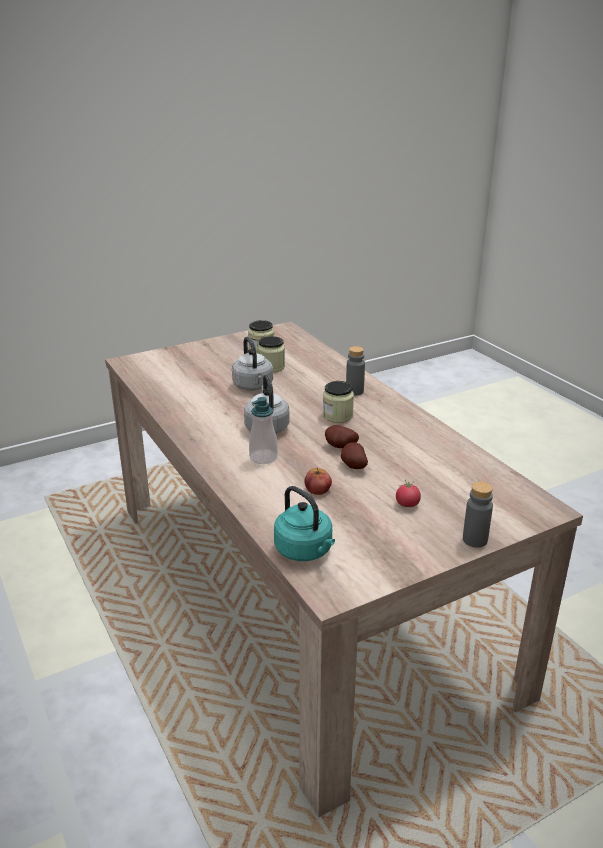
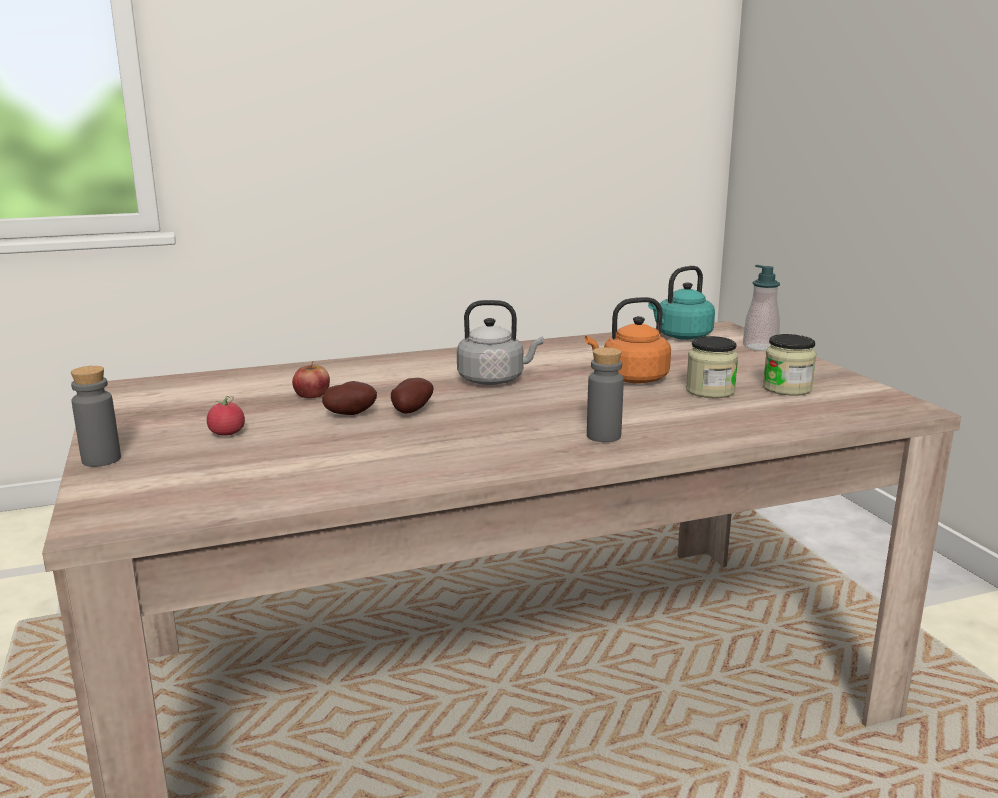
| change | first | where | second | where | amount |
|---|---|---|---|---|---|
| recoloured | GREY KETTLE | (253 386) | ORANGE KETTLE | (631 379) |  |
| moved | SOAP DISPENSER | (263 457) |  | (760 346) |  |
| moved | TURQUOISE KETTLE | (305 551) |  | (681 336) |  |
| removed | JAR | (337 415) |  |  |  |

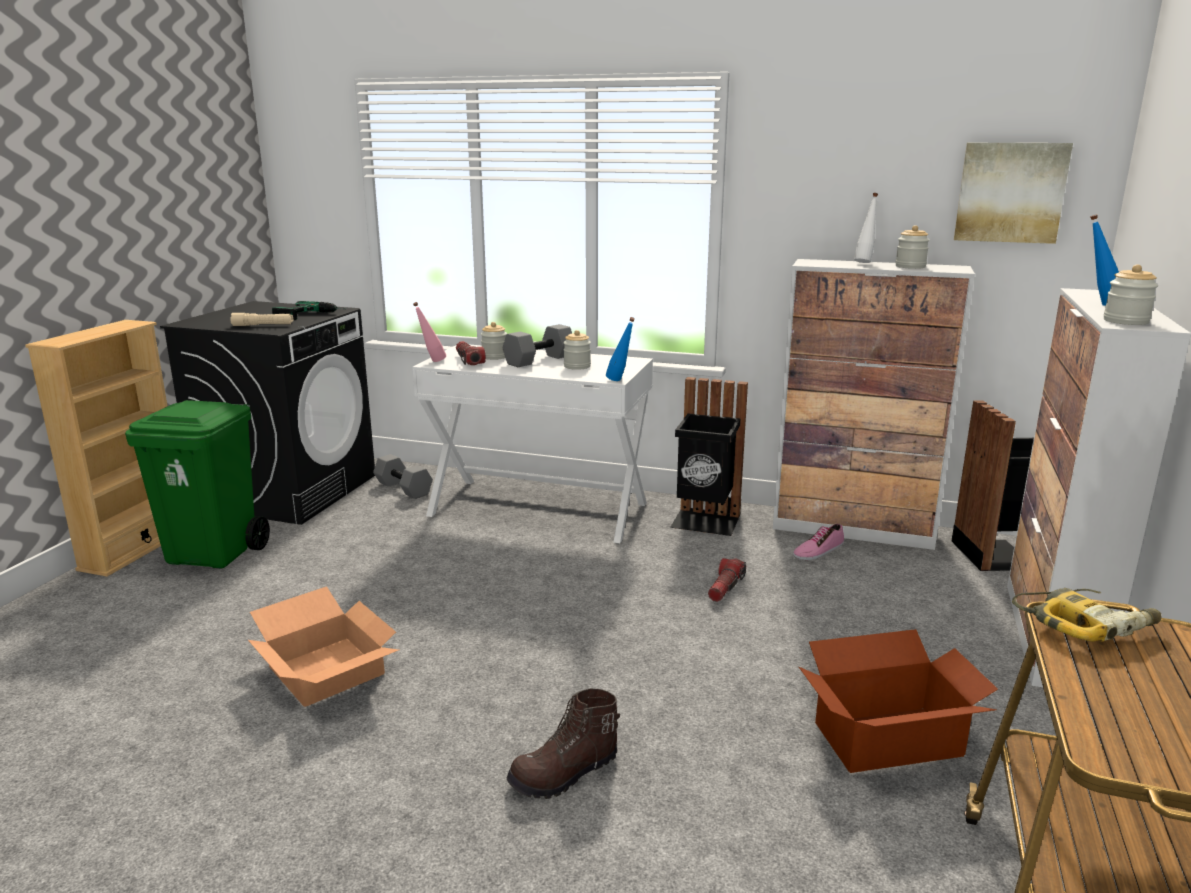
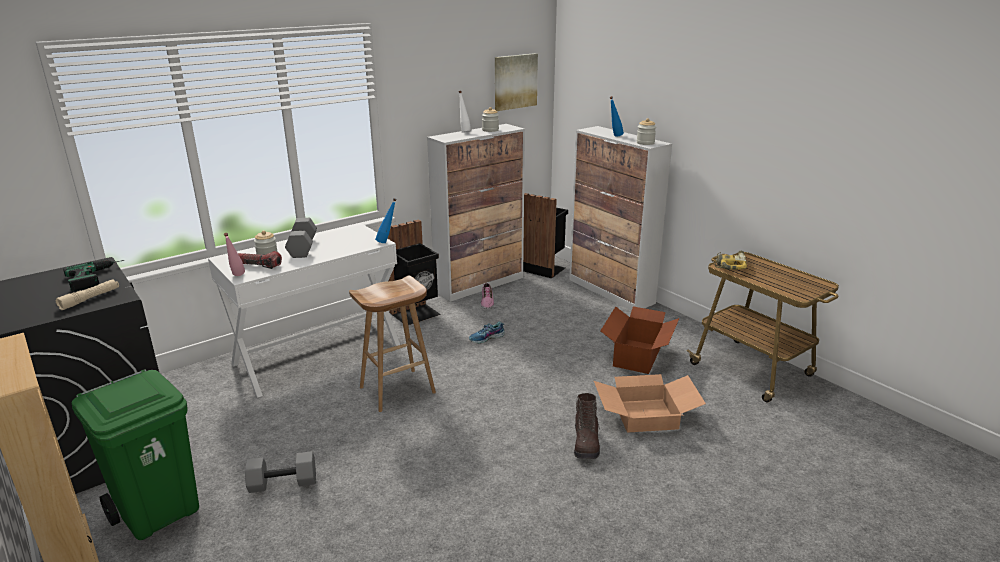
| change | first | where | second | where | amount |
|---|---|---|---|---|---|
| moved | CARDBOARD BOX | (329 670) |  | (646 414) |  |
| moved | GREY DUMBBELL | (404 488) |  | (284 482) |  |
| removed | JAR | (577 366) |  |  |  |
| replaced | FLASHLIGHT | (725 587) | SHOE | (487 338) |  |
| added |  |  | BROWN STOOL | (397 390) |  |

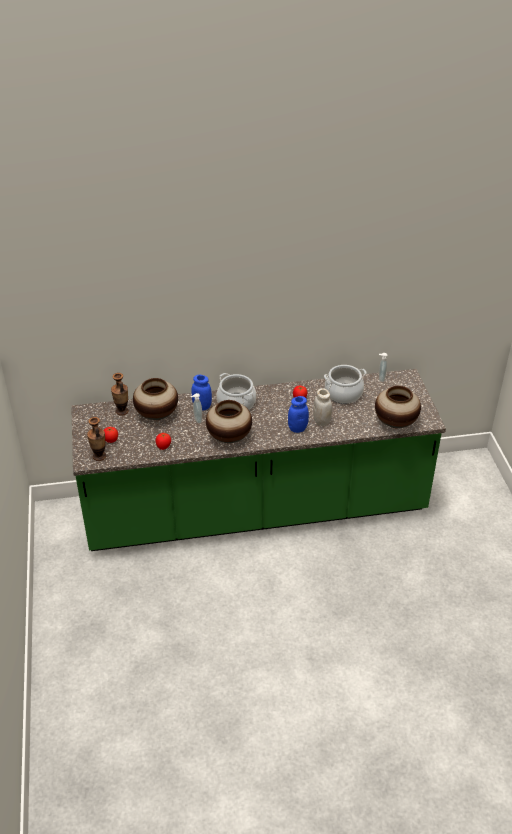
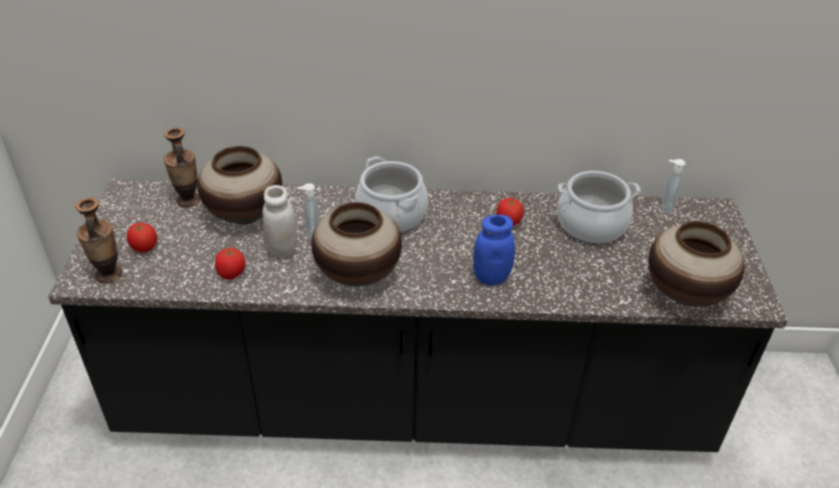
| change | first | where | second | where | amount |
|---|---|---|---|---|---|
| recoloured | GREEN COUNTER | (256 510) | BLACK COUNTER | (415 402) |  |
| removed | BLUE JAR | (202 406) |  |  |  |
| moved | WHITE JAR | (321 421) |  | (282 249) |  |

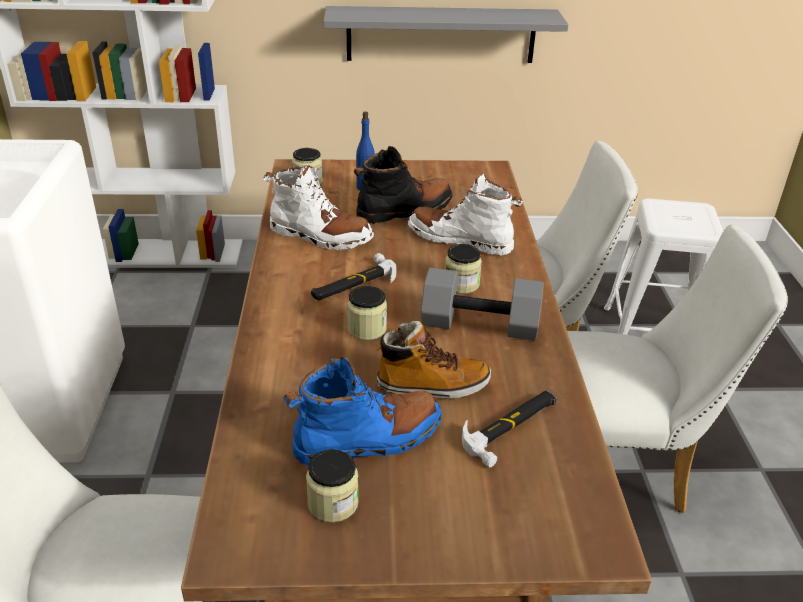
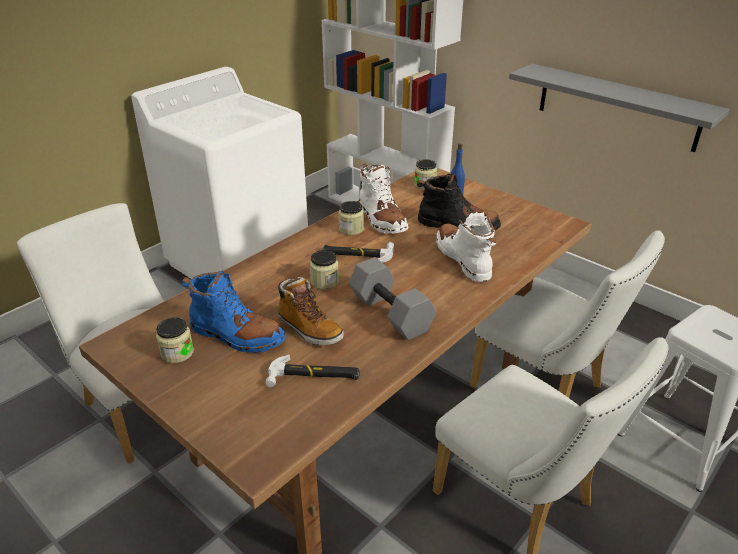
| change | first | where | second | where | amount |
|---|---|---|---|---|---|
| moved | JAR | (461 284) |  | (351 229) |  |

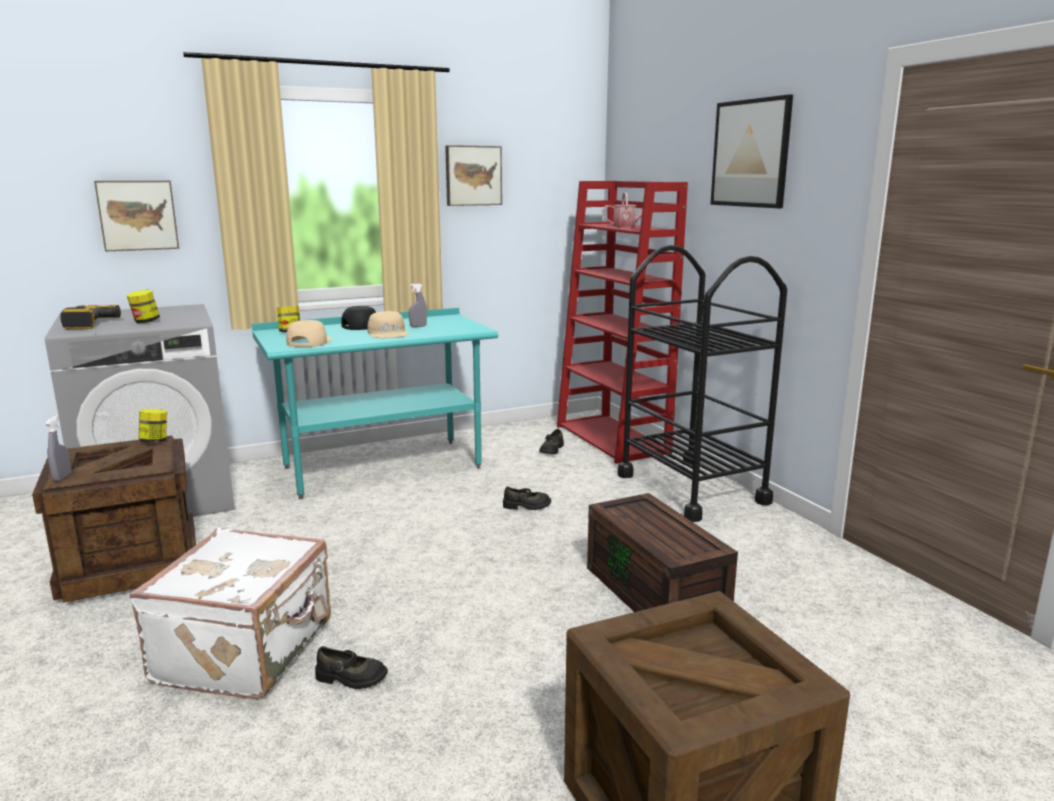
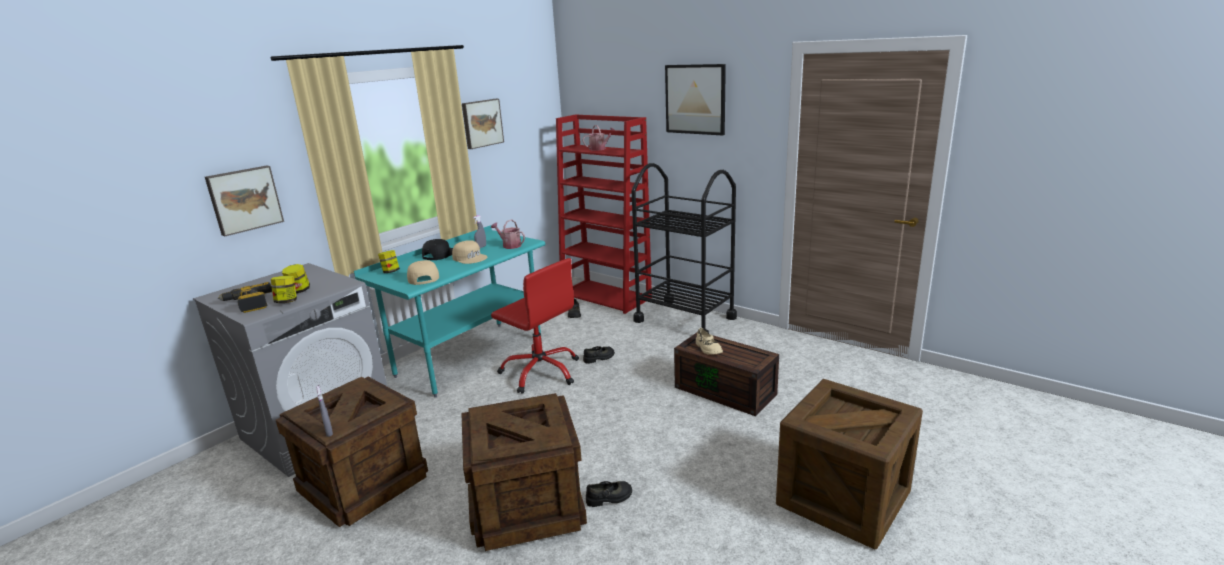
| change | first | where | second | where | amount |
|---|---|---|---|---|---|
| replaced | WHITE SUITCASE | (248 651) | CRATE | (526 506) |  |
| moved | JAR | (155 441) |  | (287 301) |  |
| added |  |  | WATERING CAN | (509 245) |  |
| added |  |  | RED OFFICE CHAIR | (541 372) |  |
| added |  |  | BEIGE SHOE | (707 348) |  |

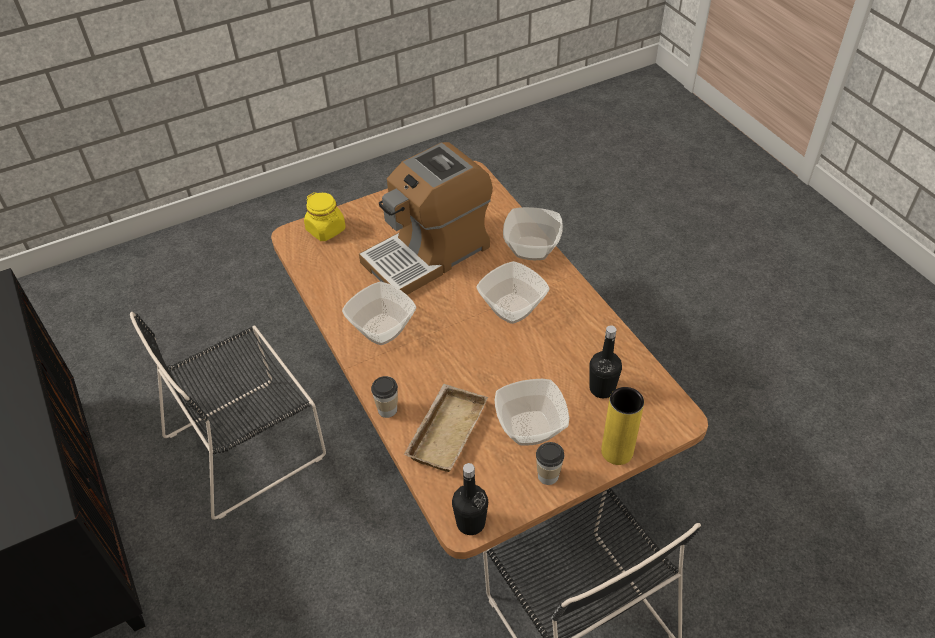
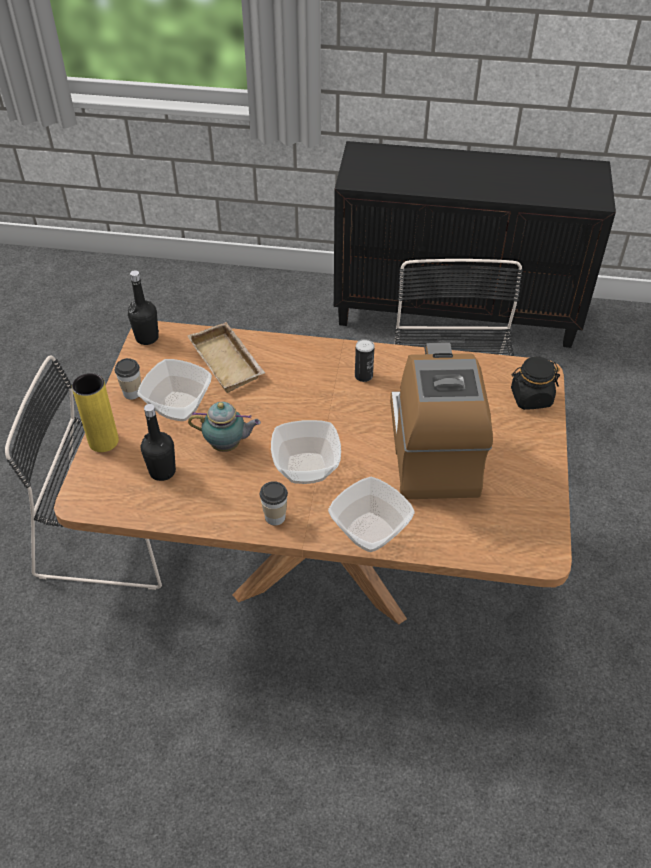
| change | first | where | second | where | amount |
|---|---|---|---|---|---|
| recoloured | YELLOW JAR | (326 230) | BLACK JAR | (530 398) |  |
| replaced | BOWL | (382 330) | CAN | (363 375) |  |
| moved | CUP | (387 409) |  | (275 517) |  |
| added |  |  | TEAPOT | (227 445) |  |

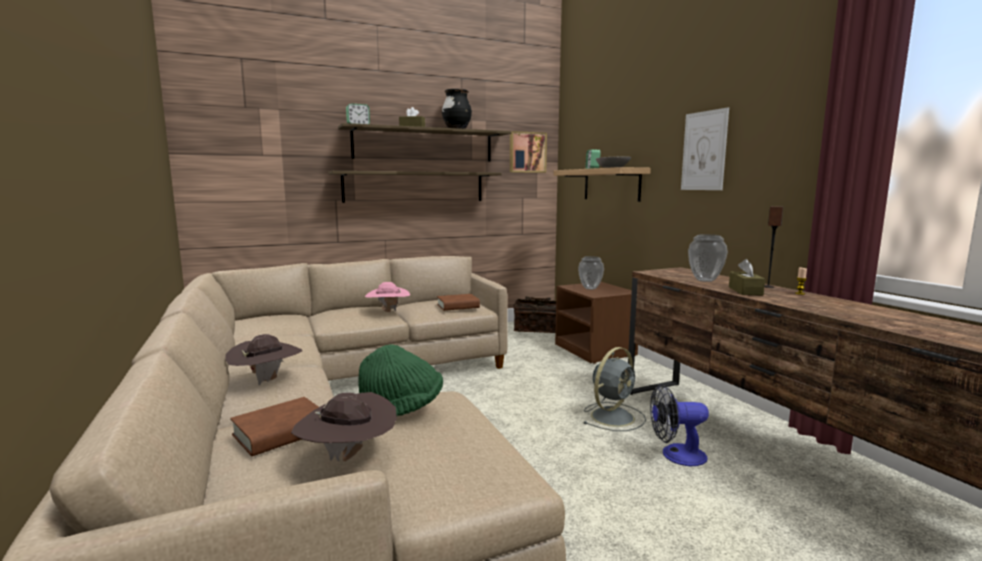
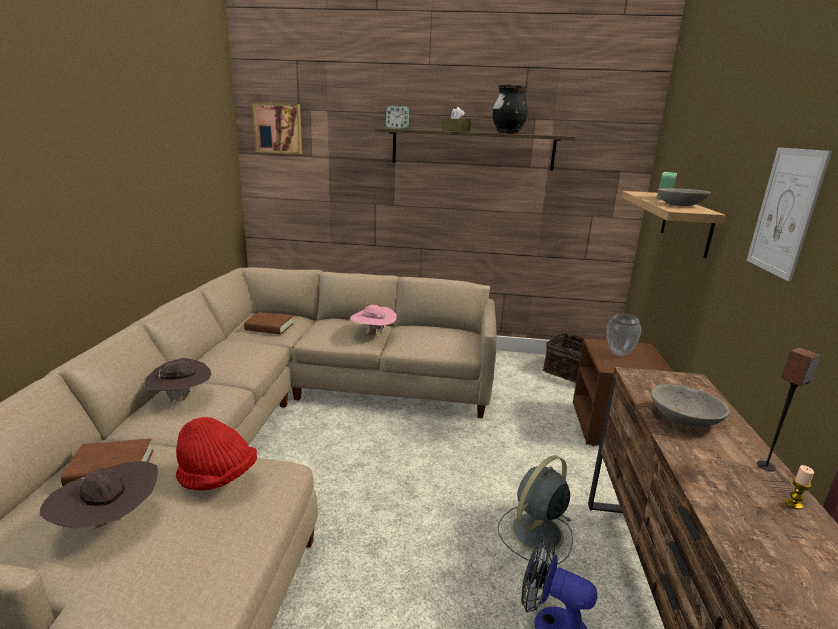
| change | first | where | second | where | amount |
|---|---|---|---|---|---|
| removed | SHELF | (415 187) |  |  |  |
| recoloured | GREEN HAT | (401 409) | RED HAT | (217 477) |  |
| moved | BROWN BOOK | (458 306) |  | (269 327) |  |
| moved | PICTURE | (527 152) |  | (278 128) |  |
| turned | GREY FAN | (613 416) |  | (535 533) | 150 degrees clockwise |
| replaced | VASE | (704 280) | GREY BOWL | (684 418) |  |
| removed | BROWN TISSUE BOX | (745 291) |  |  |  |

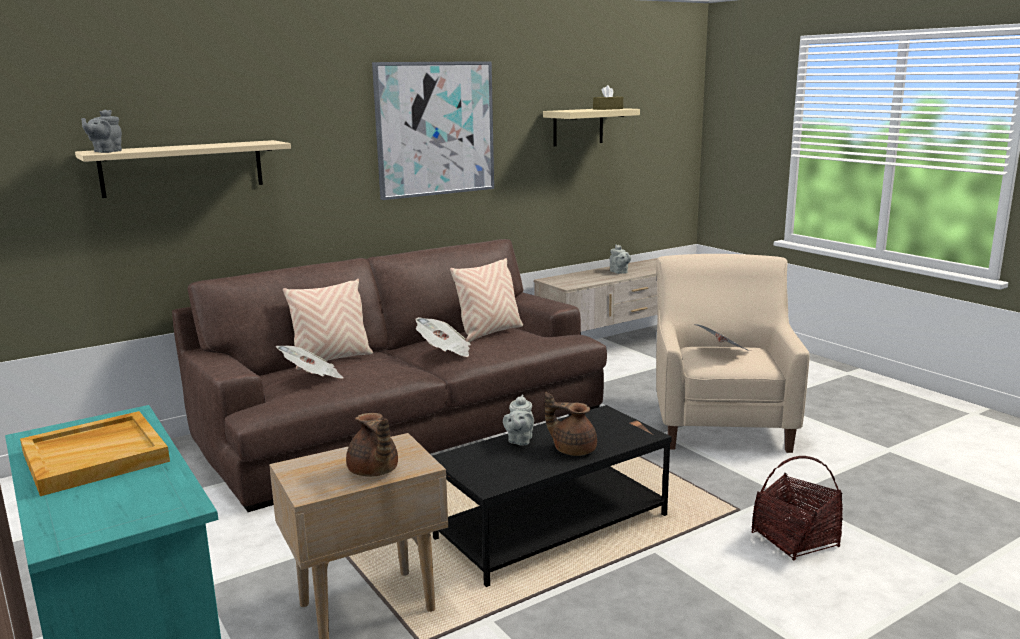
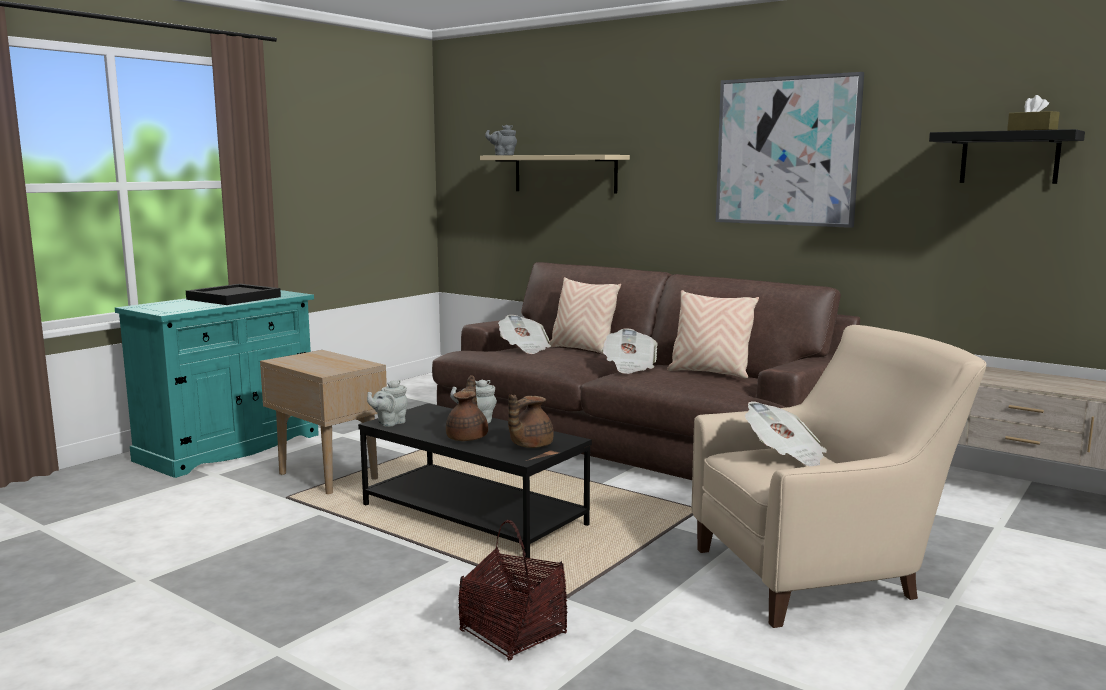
| change | first | where | second | where | amount |
|---|---|---|---|---|---|
| recoloured | BEIGE TRAY | (96 456) | BLACK TRAY | (235 298) |  |
| moved | BROWN TEAPOT | (373 472) |  | (529 445) |  |
| recoloured | BEIGE SHELF | (578 127) | BLACK SHELF | (1009 158) |  |
| moved | GREY TEAPOT | (619 272) |  | (389 423) |  |

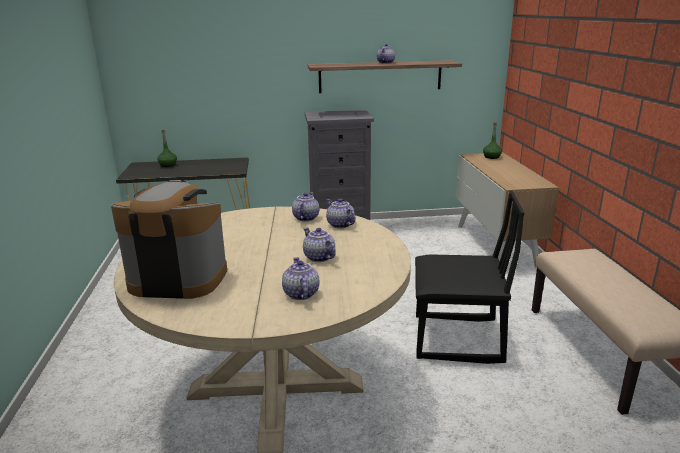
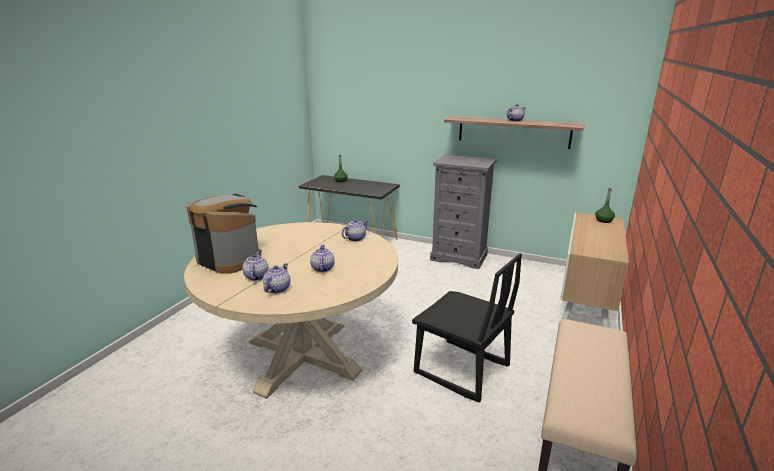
| change | first | where | second | where | amount |
|---|---|---|---|---|---|
| moved | TEAPOT | (339 225) |  | (256 276) |  |

